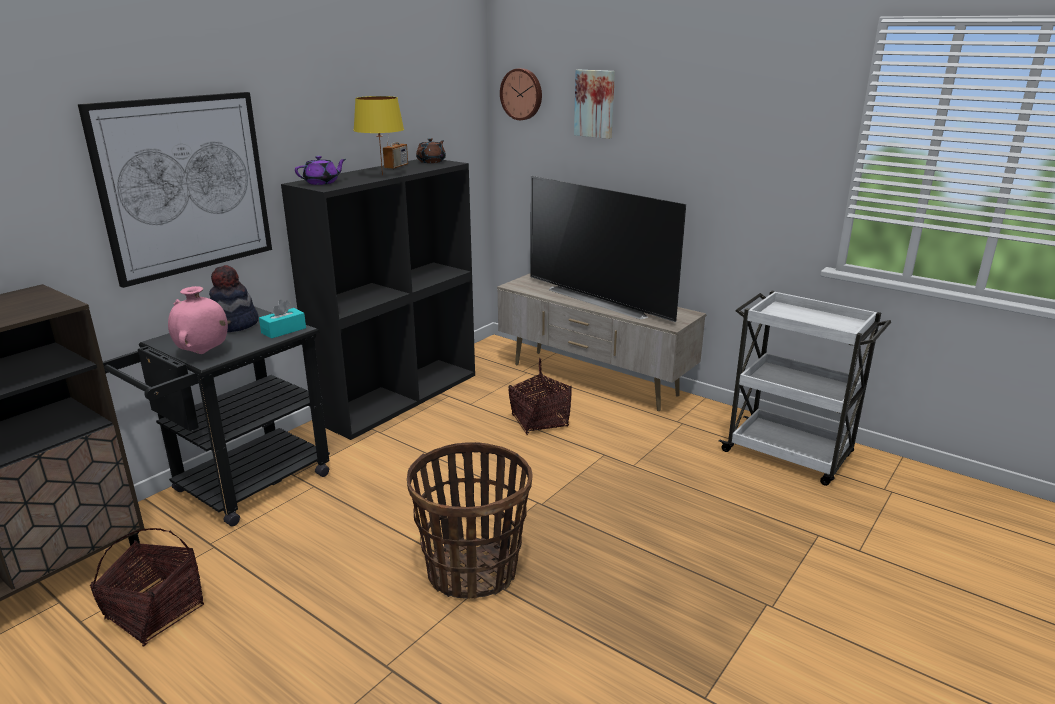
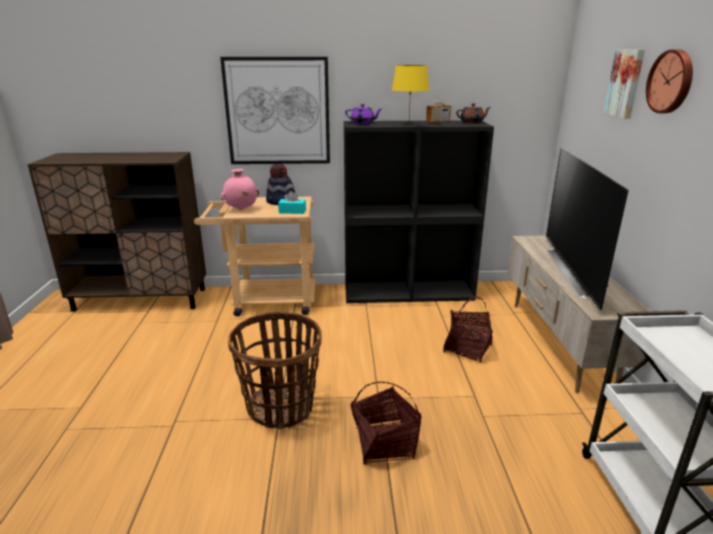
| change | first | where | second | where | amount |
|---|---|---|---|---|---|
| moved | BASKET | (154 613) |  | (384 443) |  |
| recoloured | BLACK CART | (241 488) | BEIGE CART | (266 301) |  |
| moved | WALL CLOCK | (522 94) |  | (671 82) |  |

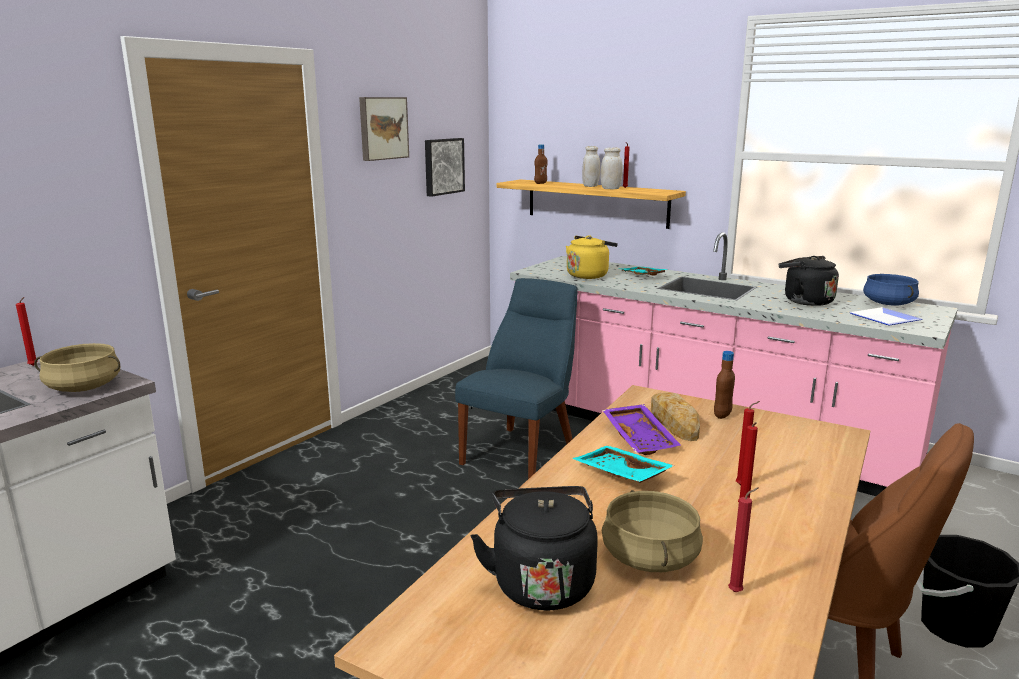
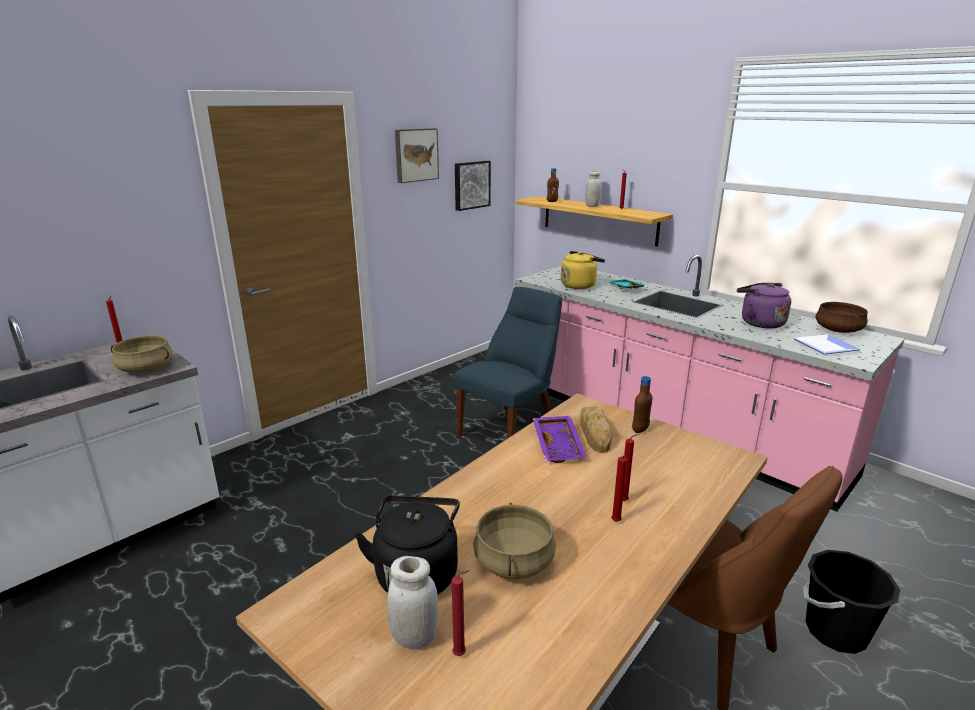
| change | first | where | second | where | amount |
|---|---|---|---|---|---|
| removed | TURQUOISE TRAY | (620 475) |  |  |  |
| moved | WHITE JAR | (610 189) |  | (414 637) |  |
| moved | RED CANDLE | (737 592) |  | (461 654) |  |
| recoloured | BLACK KETTLE | (804 301) | PURPLE KETTLE | (759 323) |  |
| recoloured | BLUE COOKING POT | (888 304) | BROWN COOKING POT | (837 330) |  |

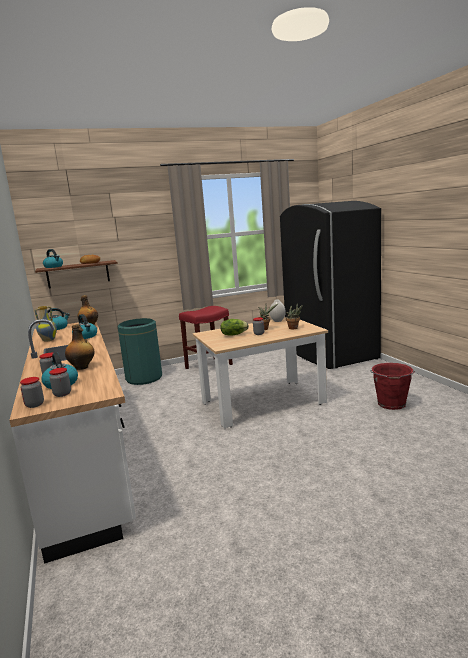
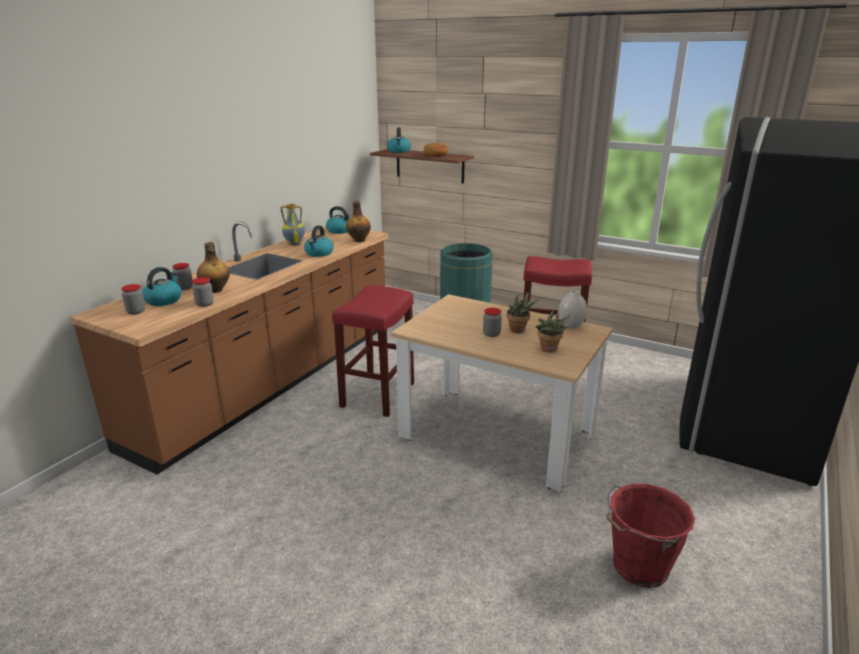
| change | first | where | second | where | amount |
|---|---|---|---|---|---|
| recoloured | WHITE COUNTER | (85 457) | BROWN COUNTER | (273 383) |  |
| moved | JAR | (34 404) |  | (204 304) |  |
| removed | LETTUCE | (234 334) |  |  |  |
| added |  |  | RED STOOL | (378 394) |  |

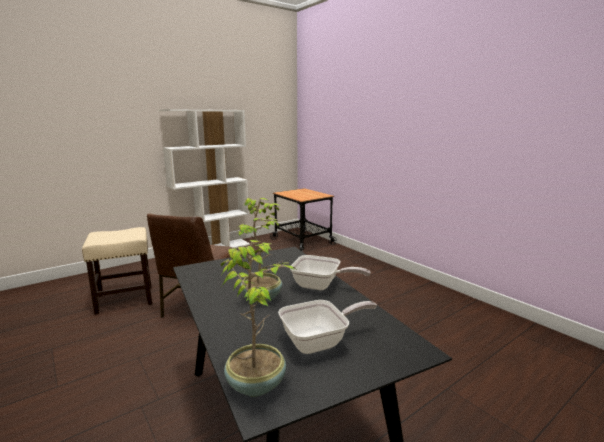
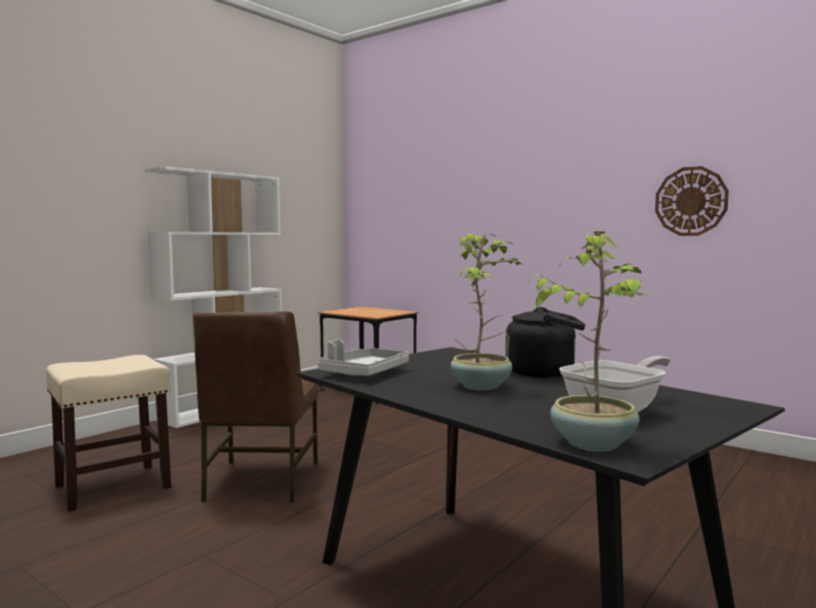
| change | first | where | second | where | amount |
|---|---|---|---|---|---|
| replaced | FRYING PAN | (320 286) | BLACK KETTLE | (544 373) |  |
| added |  |  | GREY TRAY | (364 373) |  |
| added |  |  | WALL CLOCK | (691 201) |  |

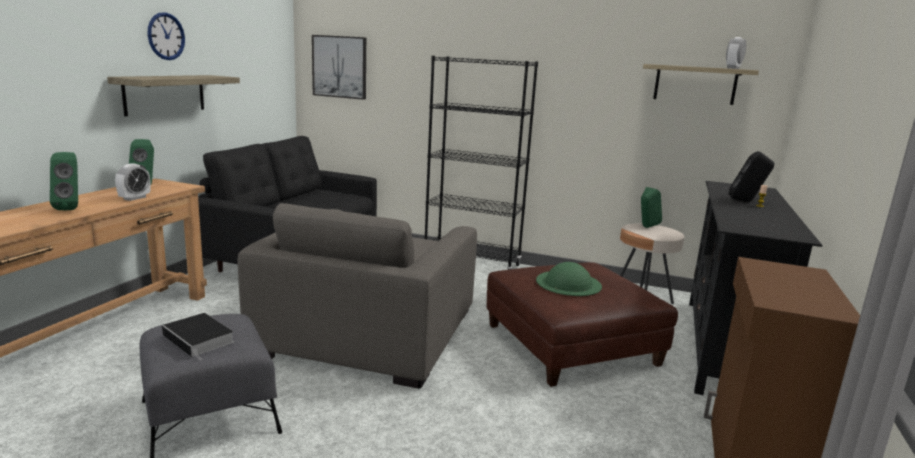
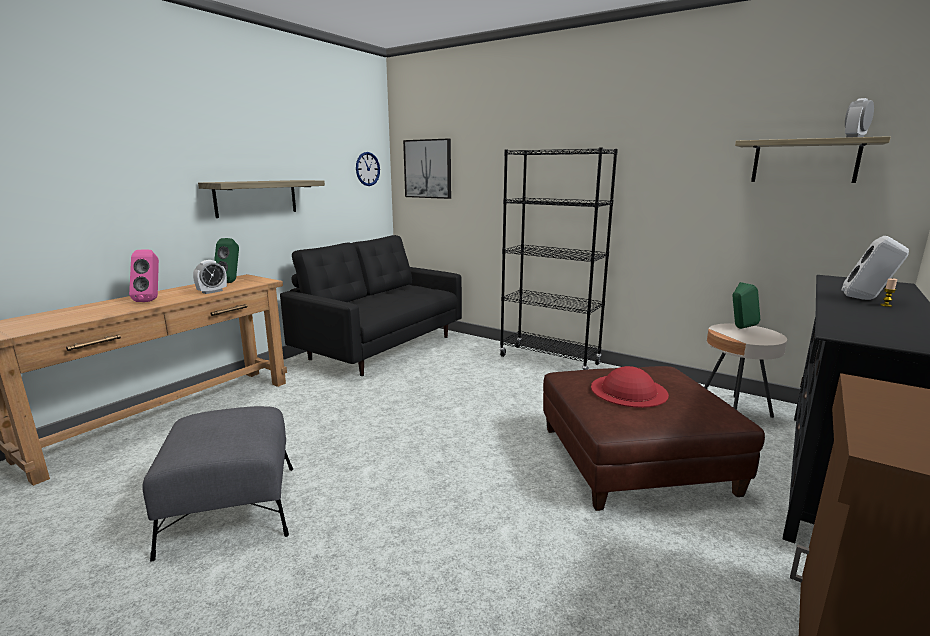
| change | first | where | second | where | amount |
|---|---|---|---|---|---|
| recoloured | GREEN SPEAKER | (71 208) | PINK SPEAKER | (151 300) |  |
| moved | WALL CLOCK | (166 36) |  | (367 169) |  |
| removed | BOOK | (200 339) |  |  |  |
| removed | GREY ARMCHAIR | (369 329) |  |  |  |
| recoloured | GREEN HAT | (568 283) | RED HAT | (629 390) |  |
| recoloured | BLACK SPEAKER | (746 201) | WHITE SPEAKER | (867 299) |  |

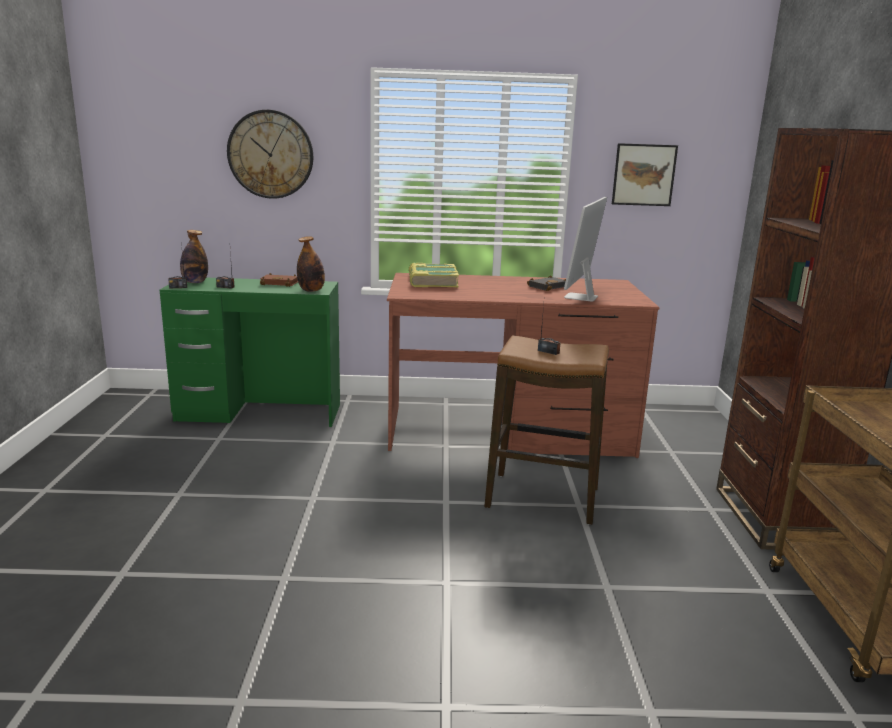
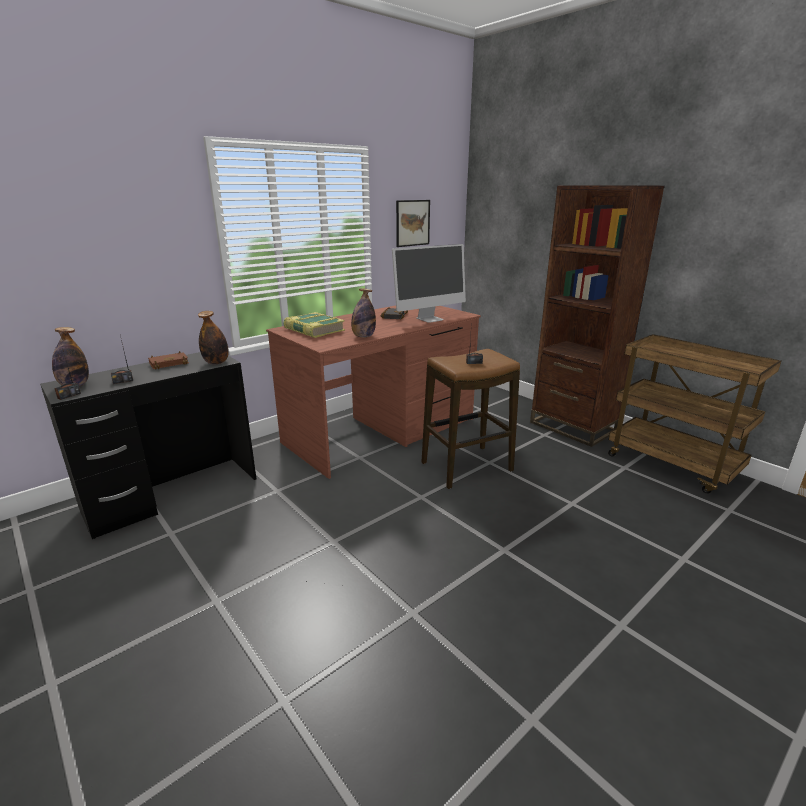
| change | first | where | second | where | amount |
|---|---|---|---|---|---|
| recoloured | GREEN DESK | (259 412) | BLACK DESK | (172 493) |  |
| removed | WALL CLOCK | (270 154) |  |  |  |
| turned | MONITOR | (581 297) |  | (430 319) | 105 degrees counterclockwise |
| added |  |  | BOTTLE | (363 336) |  |

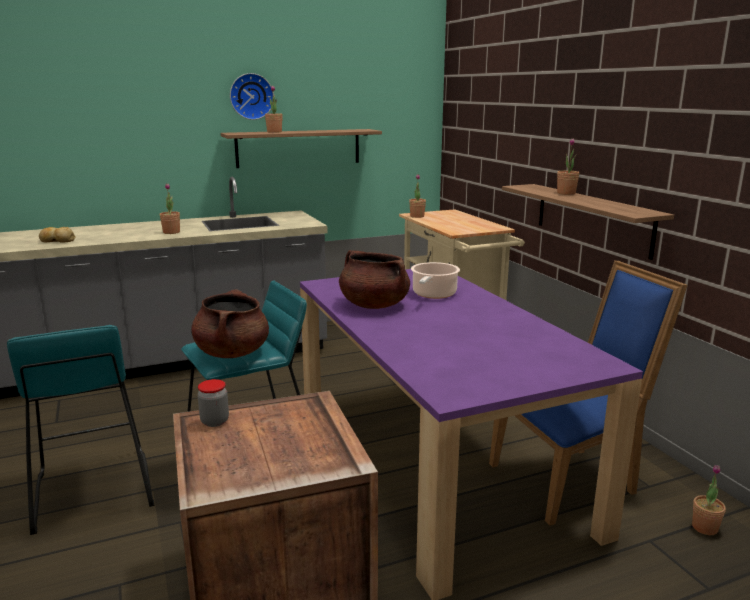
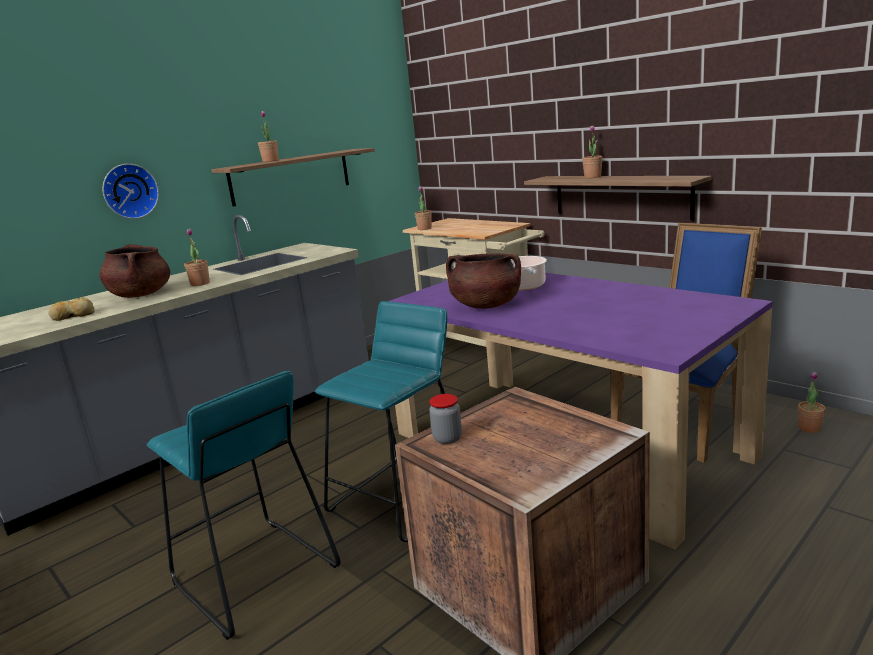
| change | first | where | second | where | amount |
|---|---|---|---|---|---|
| moved | BROWN COOKING POT | (232 352) |  | (140 295) |  |
| moved | WALL CLOCK | (251 96) |  | (129 191) |  |

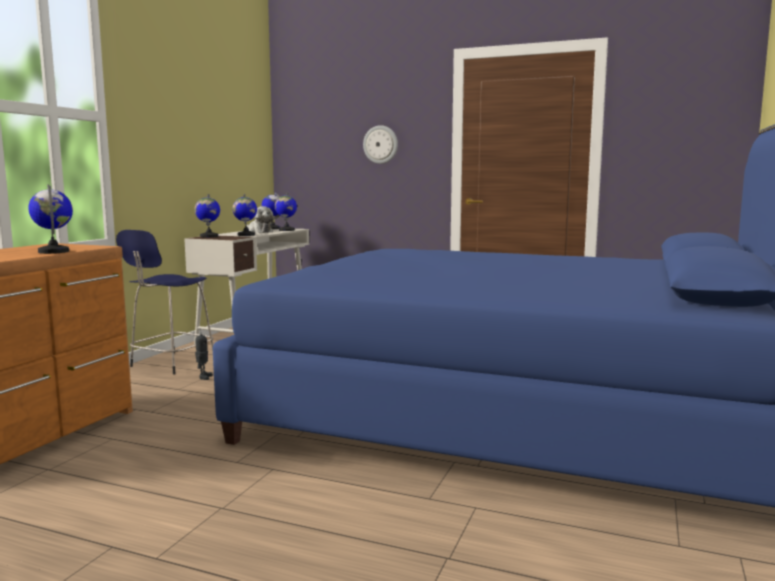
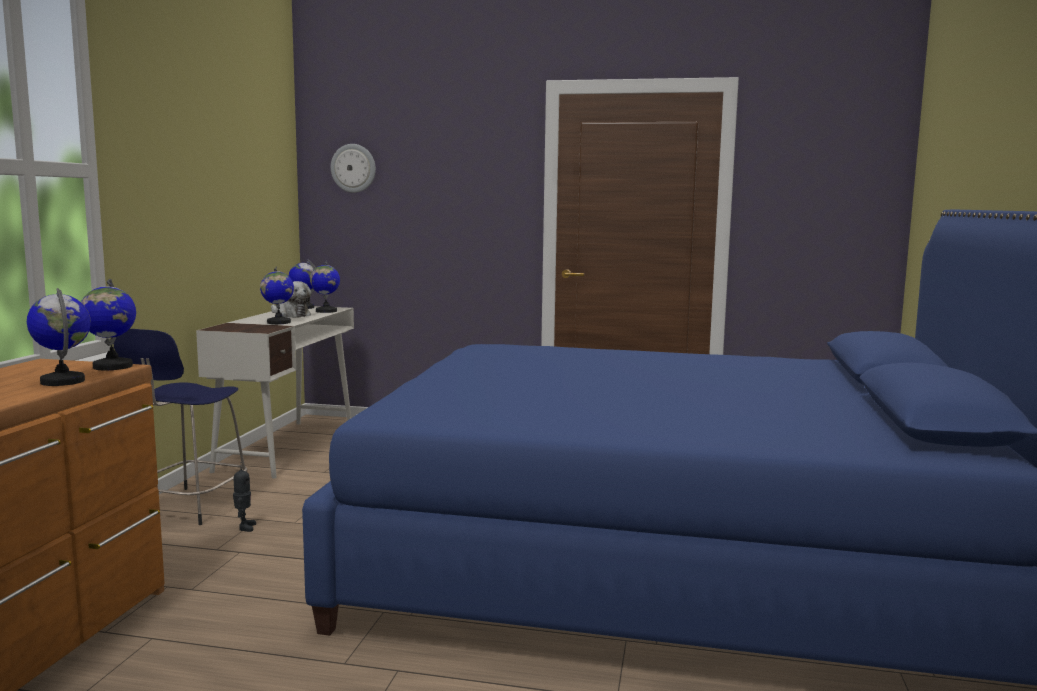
| change | first | where | second | where | amount |
|---|---|---|---|---|---|
| moved | GLOBE | (208 236) |  | (112 366) |  |
| moved | WALL CLOCK | (380 144) |  | (353 168) |  |

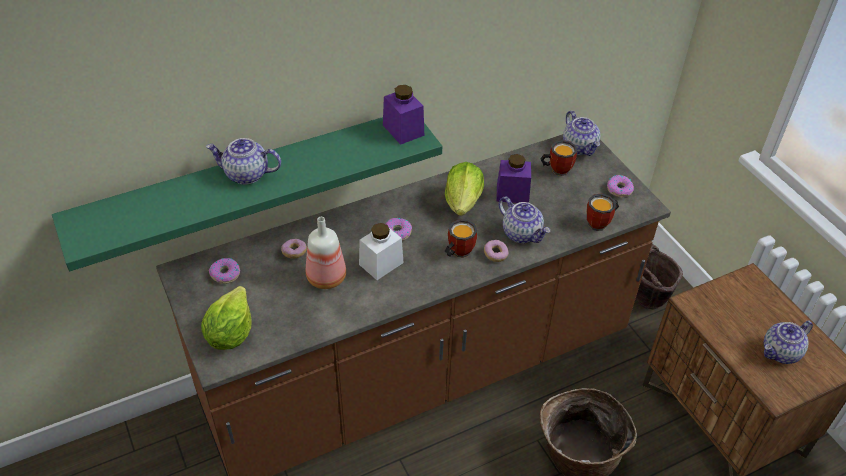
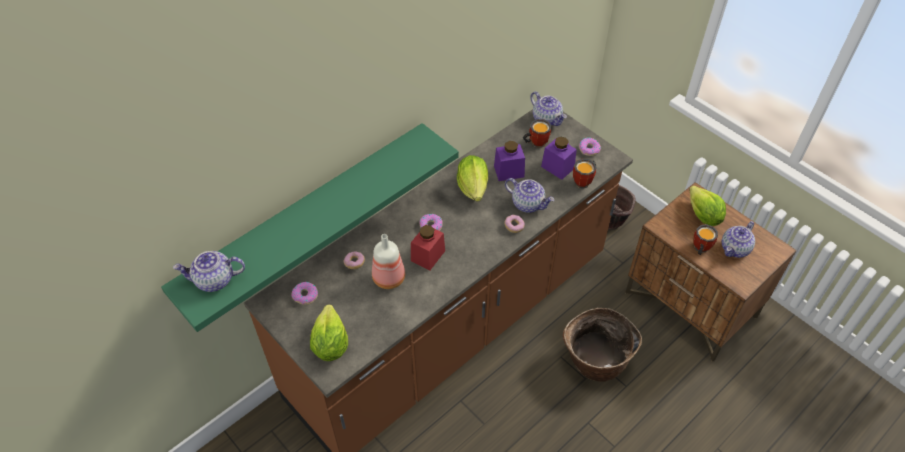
| change | first | where | second | where | amount |
|---|---|---|---|---|---|
| moved | TEAPOT | (246 174) |  | (214 280) |  |
| recoloured | WHITE JAR | (381 263) | RED JAR | (428 256) |  |
| moved | PURPLE JAR | (403 130) |  | (557 167) |  |
| moved | MUG | (457 252) |  | (699 248) |  |
| added |  |  | LETTUCE | (703 216) |  |

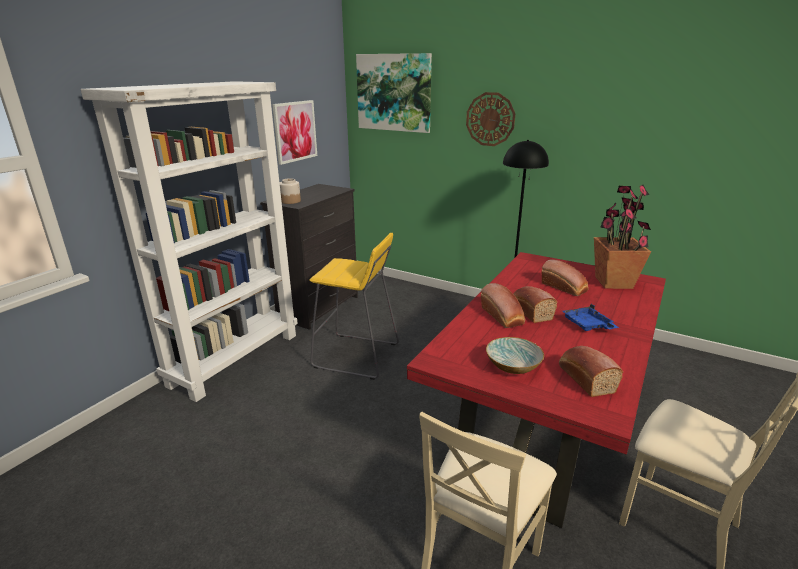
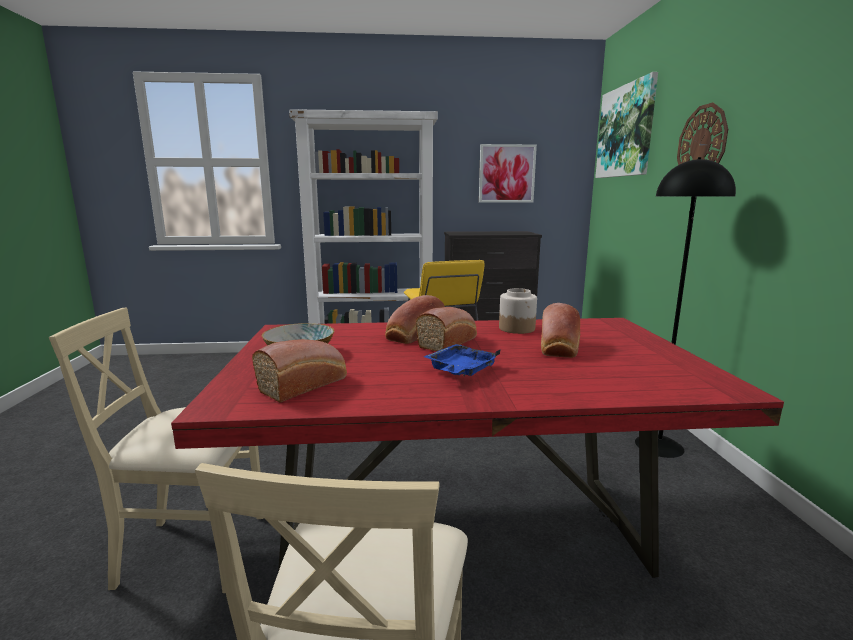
| change | first | where | second | where | amount |
|---|---|---|---|---|---|
| moved | JAR | (290 201) |  | (517 328) |  |
| removed | POTTED PLANT | (613 282) |  |  |  |

